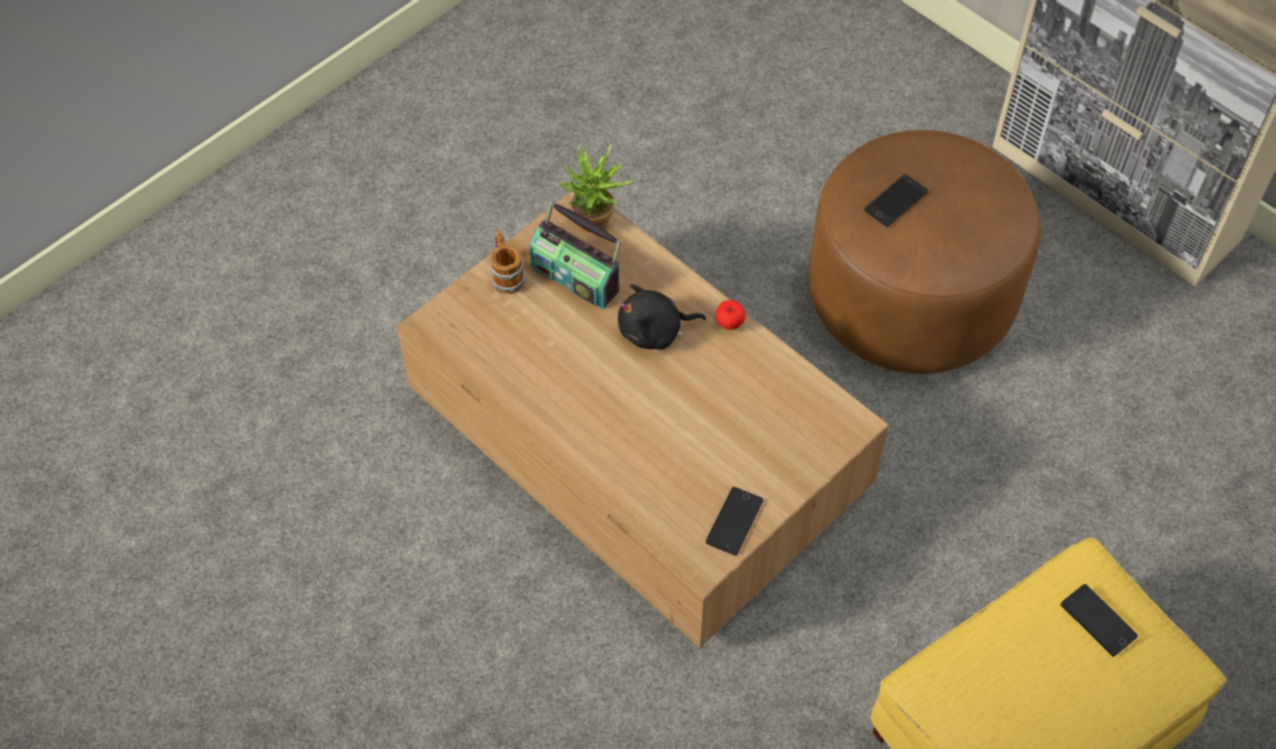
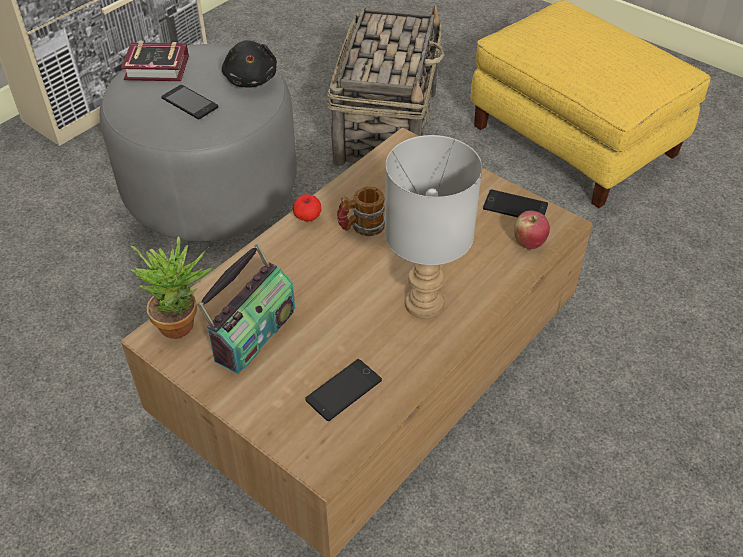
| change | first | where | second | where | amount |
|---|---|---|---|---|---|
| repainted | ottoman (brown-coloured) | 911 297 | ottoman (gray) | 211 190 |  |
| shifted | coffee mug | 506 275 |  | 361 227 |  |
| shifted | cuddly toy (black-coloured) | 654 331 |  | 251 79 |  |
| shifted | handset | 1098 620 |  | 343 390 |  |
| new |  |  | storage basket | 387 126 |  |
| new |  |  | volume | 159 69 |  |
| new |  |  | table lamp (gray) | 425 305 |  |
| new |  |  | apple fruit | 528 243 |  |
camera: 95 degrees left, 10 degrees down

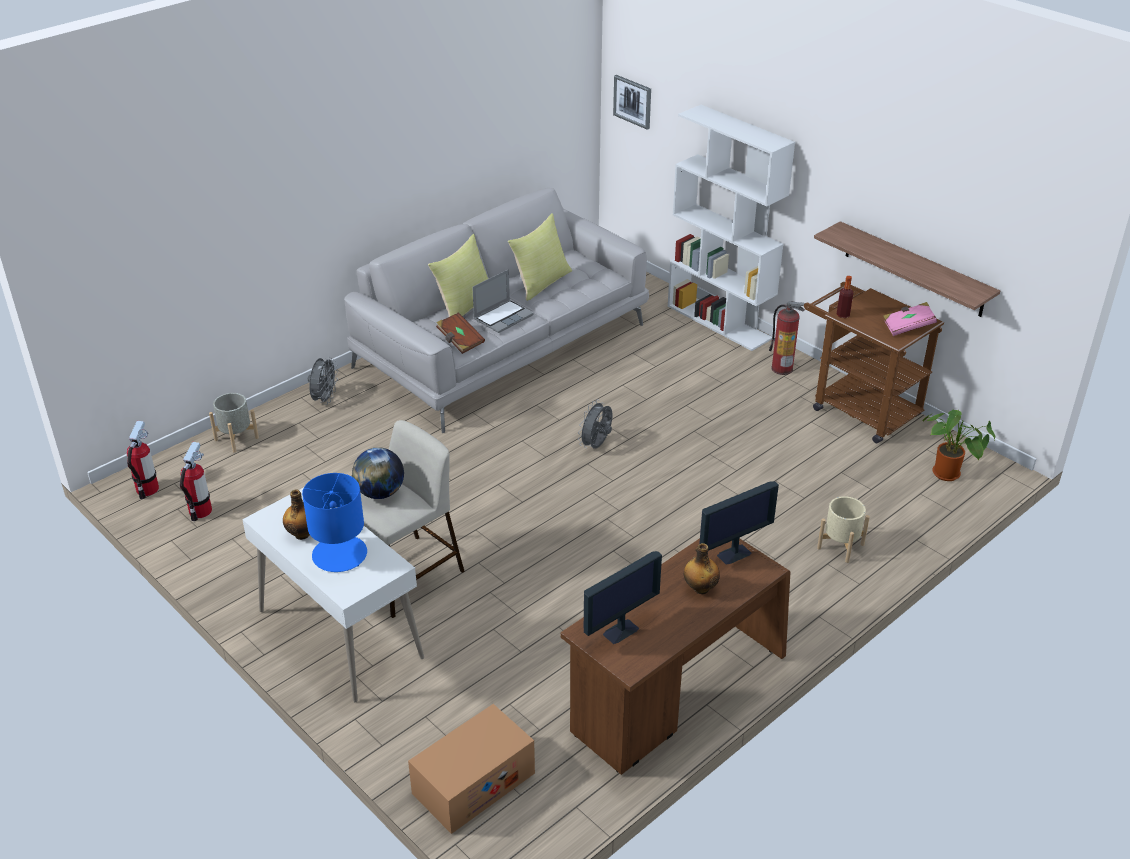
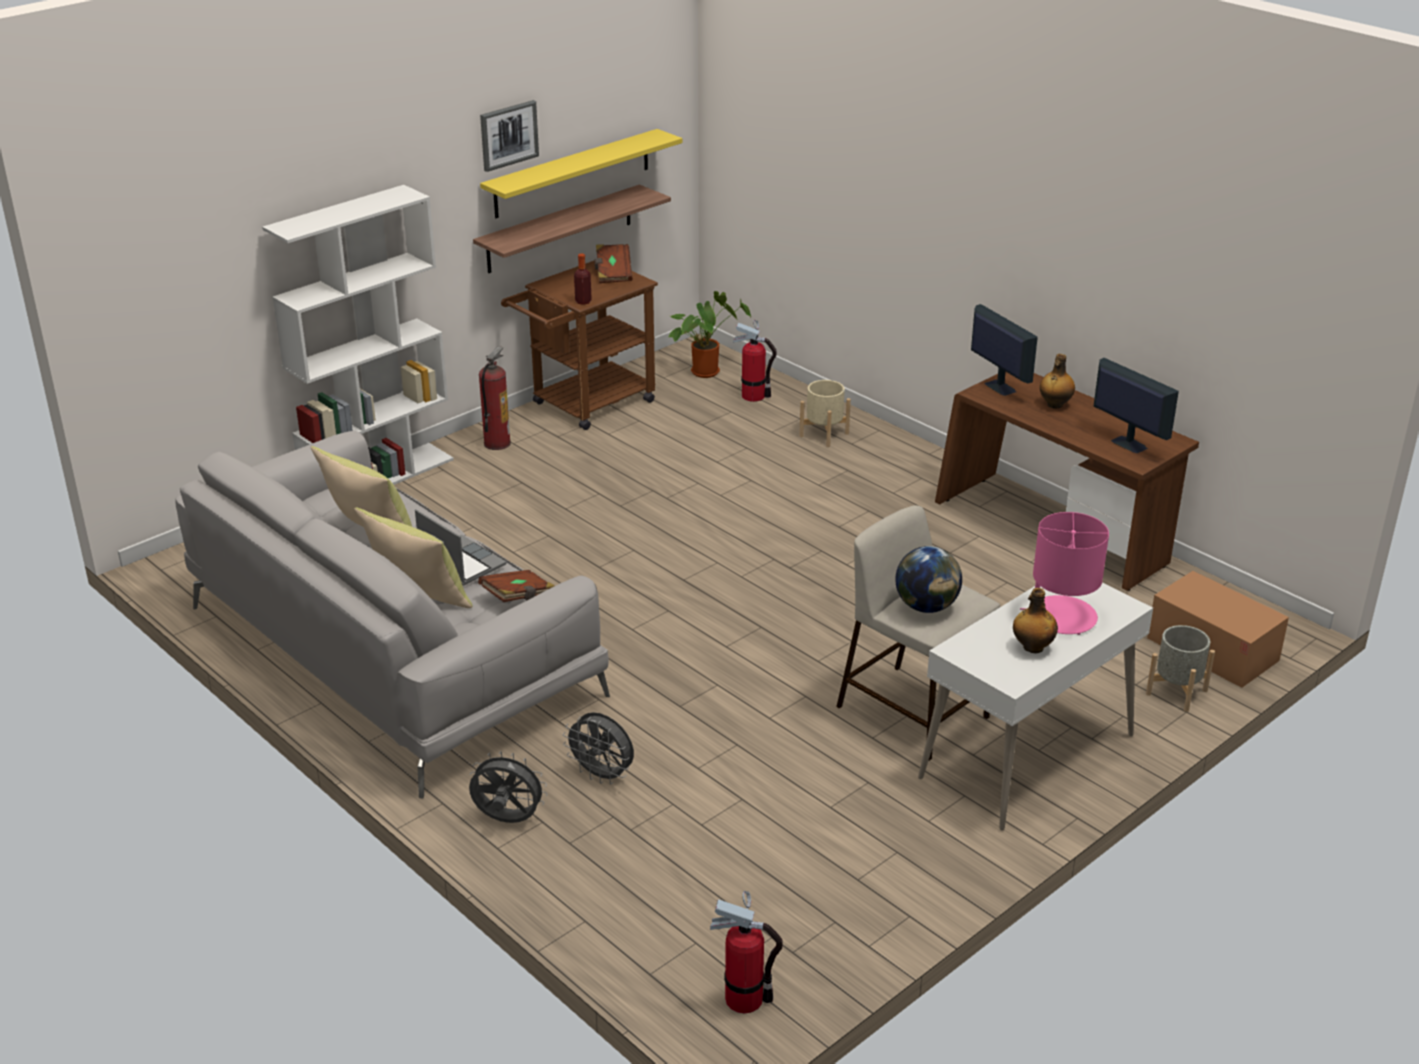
| change | first | where | second | where | amount |
|---|---|---|---|---|---|
| shifted | picture | 633 101 |  | 508 135 |  |
| repainted | volume (pink) | 908 327 | volume (brown-coloured) | 613 273 |  |
| shifted | plant pot (gray) | 236 438 |  | 1176 692 |  |
| shifted | fan (gray) | 596 446 |  | 602 775 |  |
| shifted | fire extinguisher | 200 511 |  | 753 396 |  |
| repainted | table lamp (bluish) | 340 554 | table lamp (pink) | 1061 616 |  |
| new |  |  | bracket shelf (yellow) | 572 173 |  |
camera: 90 degrees left, 5 degrees down

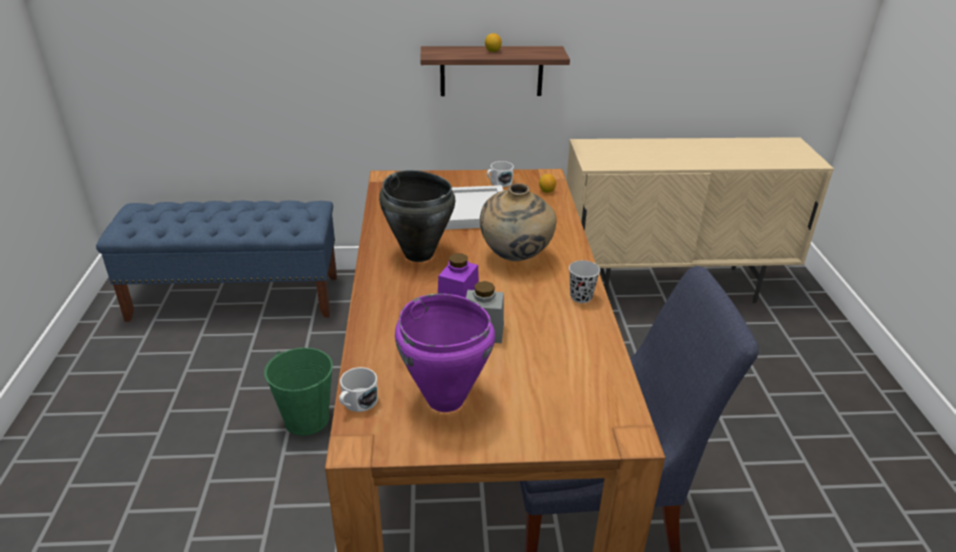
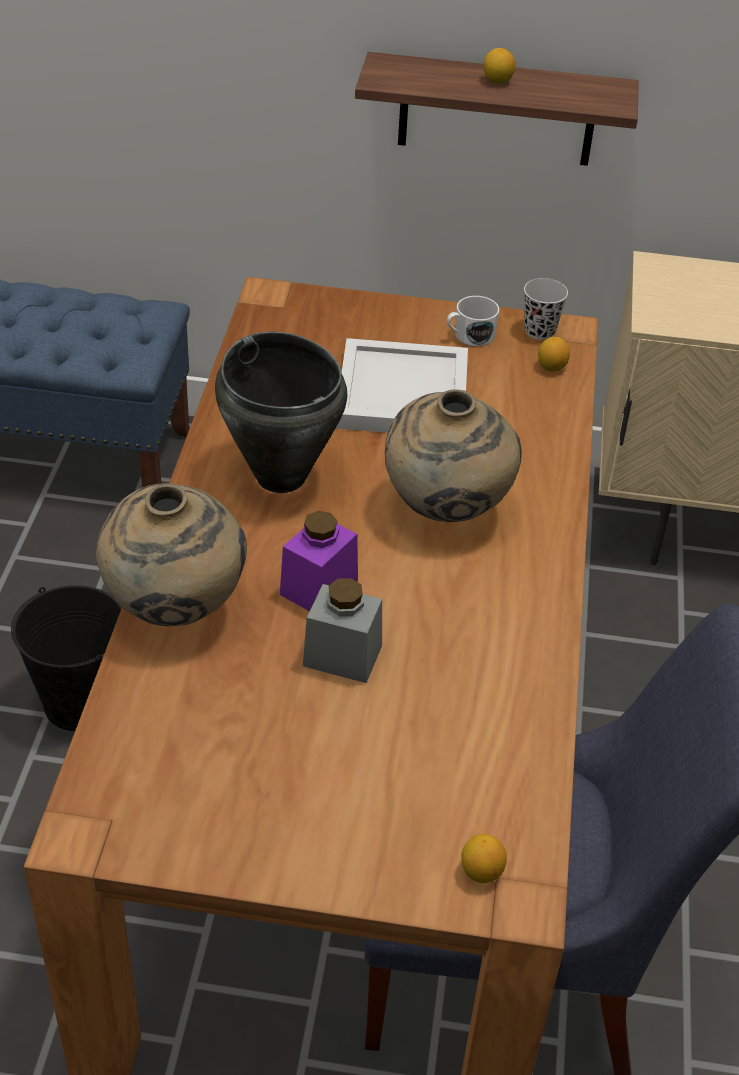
| change | first | where | second | where | amount |
|---|---|---|---|---|---|
| shifted | drinking cup (black-coloured) | 581 297 |  | 540 331 |  |
| gone | stockpot (purple) | 445 400 |  |  |  |
| repainted | pail (green) | 307 419 | pail (black-coloured) | 81 702 |  |
| gone | coffee mug (white) | 357 403 |  |  |  |
| new |  |  | flower vase (sand-coloured) | 176 609 |  |
| new |  |  | lemon | 481 871 |  |
camera: 10 degrees right, 10 degrees up

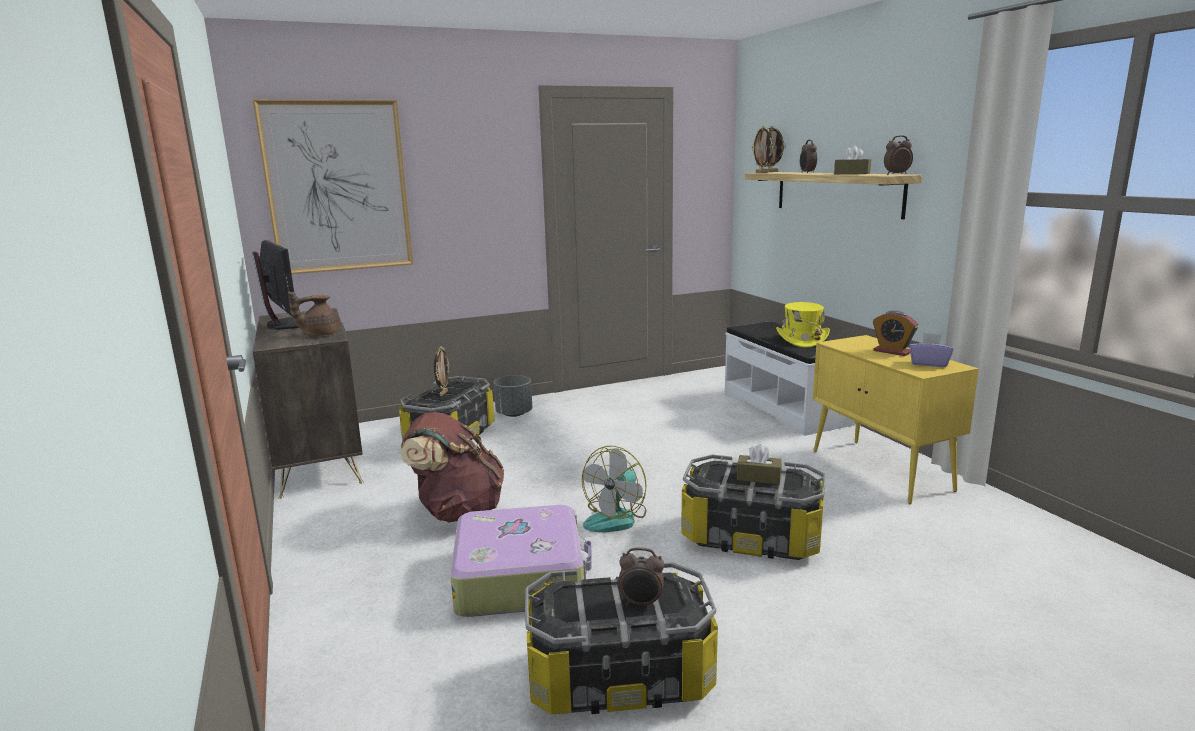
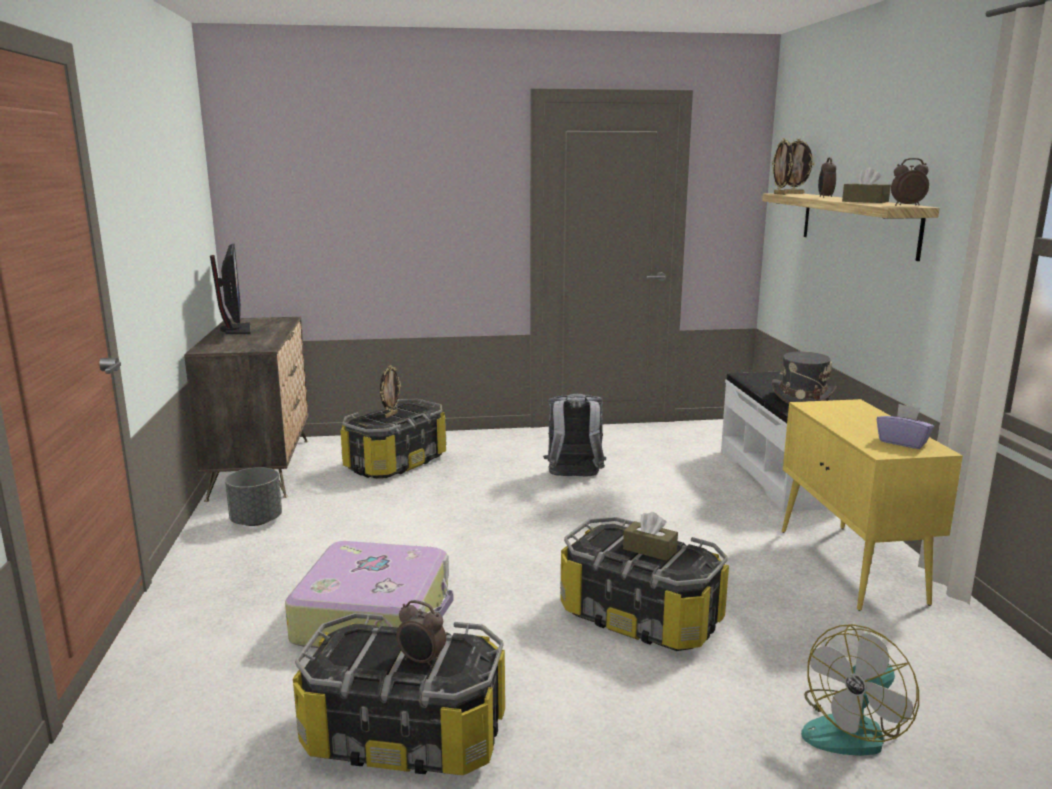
| change | first | where | second | where | amount |
|---|---|---|---|---|---|
| gone | picture | 338 187 |  |  |  |
| gone | pot for tea (brown-coloured) | 319 334 |  |  |  |
| repainted | wearable hat (yellow) | 801 340 | wearable hat (gray) | 802 397 |  |
| gone | bedside clock | 892 351 |  |  |  |
| shifted | plant pot (gray) | 514 413 |  | 256 521 |  |
| gone | rucksack (brown-coloured) | 457 512 |  |  |  |
| shifted | fan | 616 518 |  | 853 729 |  |
| new |  |  | rucksack (gray) | 574 477 |  |
camera: 15 degrees right, 0 degrees up

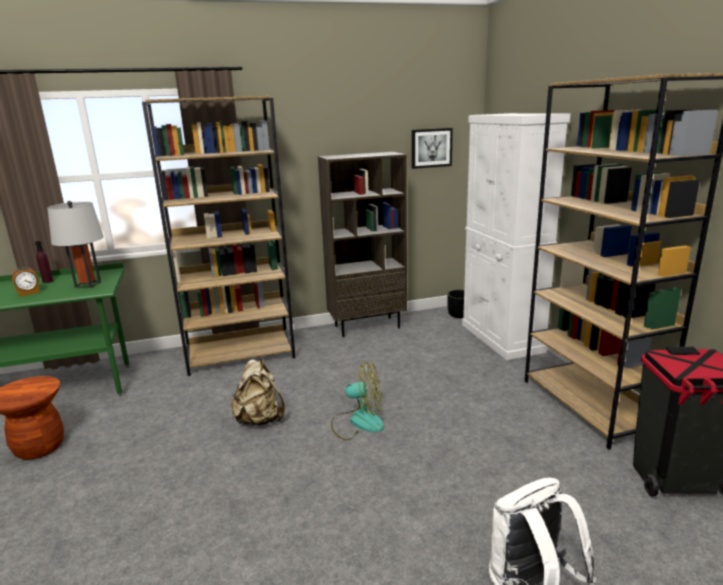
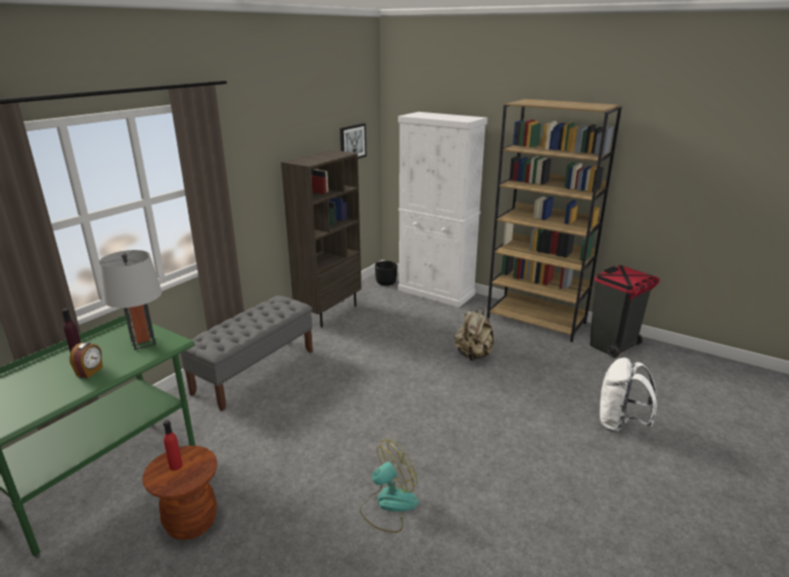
| change | first | where | second | where | amount |
|---|---|---|---|---|---|
| swapped | bookshelf (brown-coloured) | 241 355 | indoor bench (gray) | 255 371 |  |
| shifted | rucksack (sand-coloured) | 260 420 |  | 473 355 |  |
| shifted | fan | 358 422 |  | 388 505 |  |
| new |  |  | bottle (red-coloured) | 176 466 |  |
camera: 40 degrees left, 5 degrees up

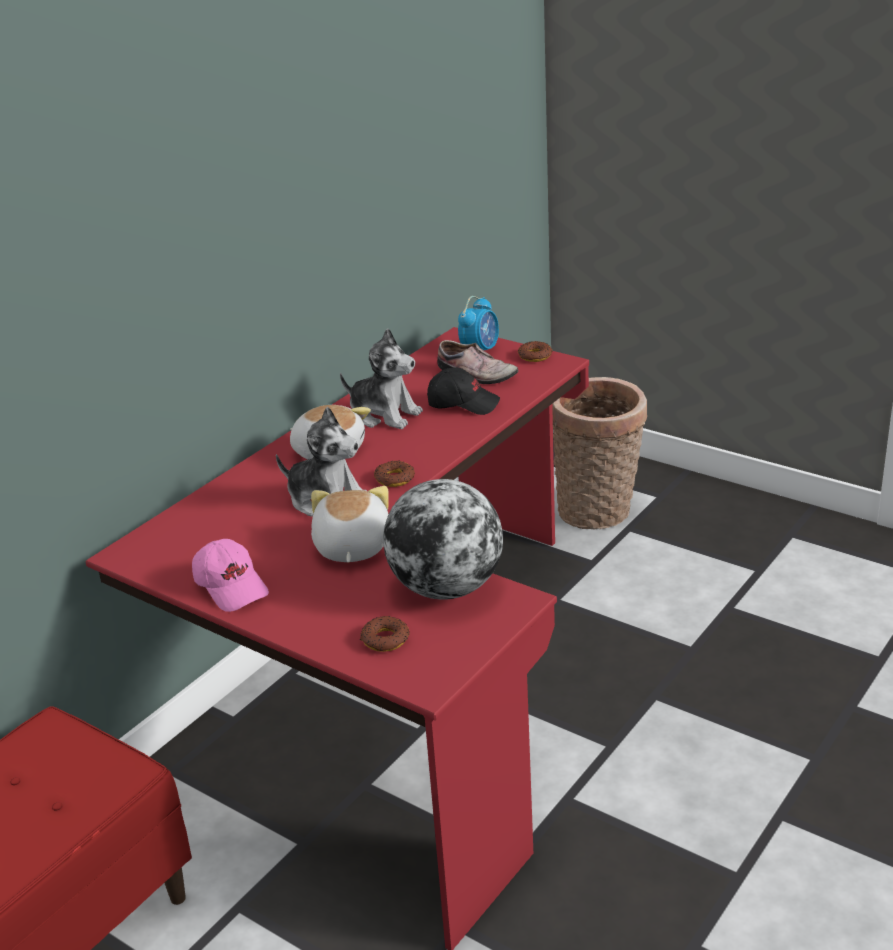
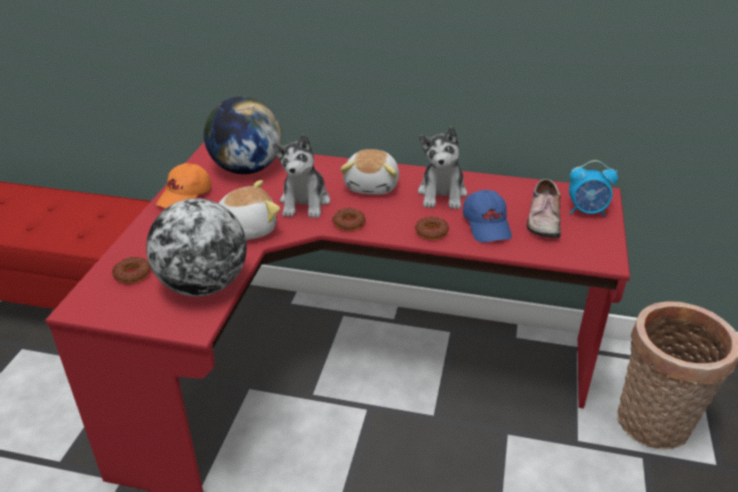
| change | first | where | second | where | amount |
|---|---|---|---|---|---|
| shifted | donut | 534 356 |  | 431 232 |  |
| repainted | cap (black-coloured) | 463 403 | cap (bluish) | 487 225 |  |
| repainted | cap (pink) | 232 586 | cap (orange) | 185 197 |  |
| new |  |  | world globe | 246 169 |  |
camera: 65 degrees right, 5 degrees up

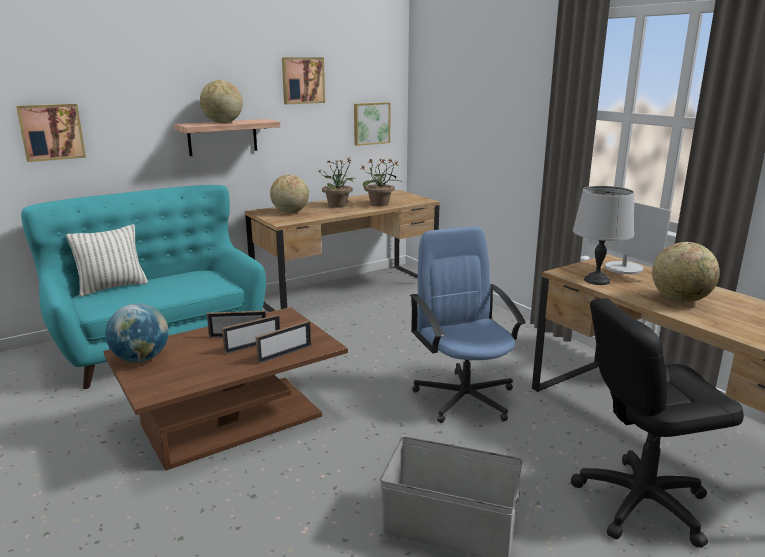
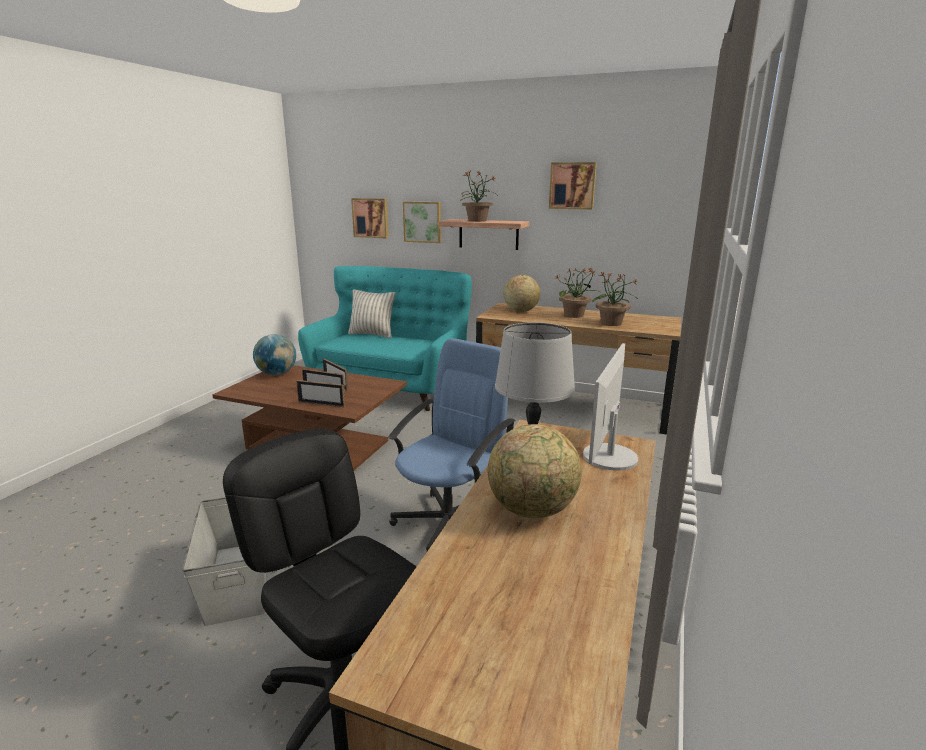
| change | first | where | second | where | amount |
|---|---|---|---|---|---|
| swapped | world globe | 223 123 | potted plant | 477 221 |  |
| shifted | picture | 371 123 |  | 423 222 |  |
camera: 55 degrees right, 0 degrees up

